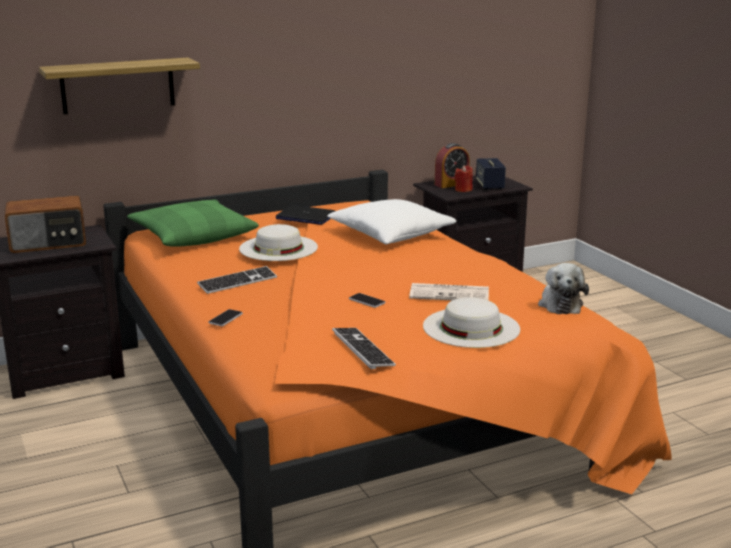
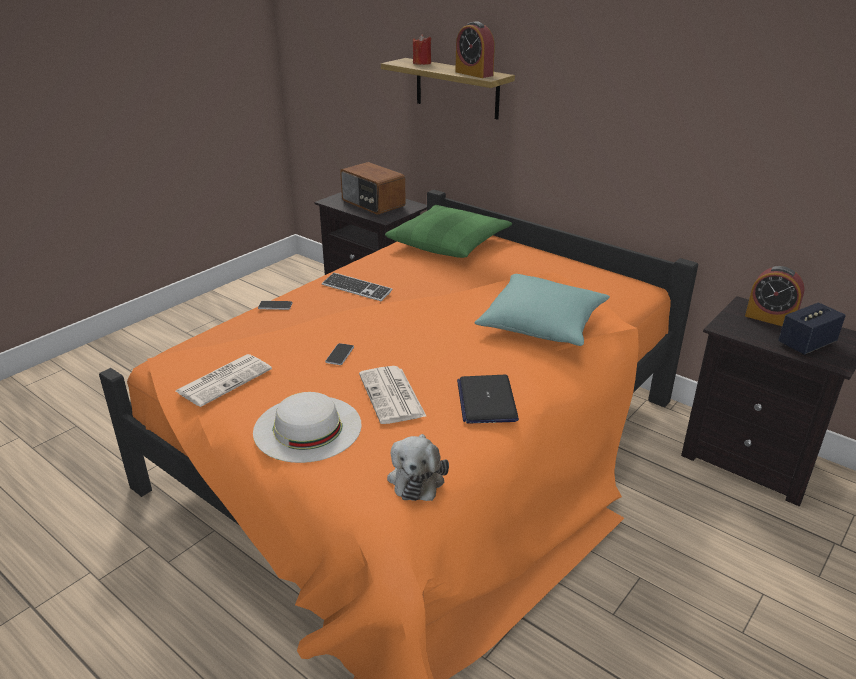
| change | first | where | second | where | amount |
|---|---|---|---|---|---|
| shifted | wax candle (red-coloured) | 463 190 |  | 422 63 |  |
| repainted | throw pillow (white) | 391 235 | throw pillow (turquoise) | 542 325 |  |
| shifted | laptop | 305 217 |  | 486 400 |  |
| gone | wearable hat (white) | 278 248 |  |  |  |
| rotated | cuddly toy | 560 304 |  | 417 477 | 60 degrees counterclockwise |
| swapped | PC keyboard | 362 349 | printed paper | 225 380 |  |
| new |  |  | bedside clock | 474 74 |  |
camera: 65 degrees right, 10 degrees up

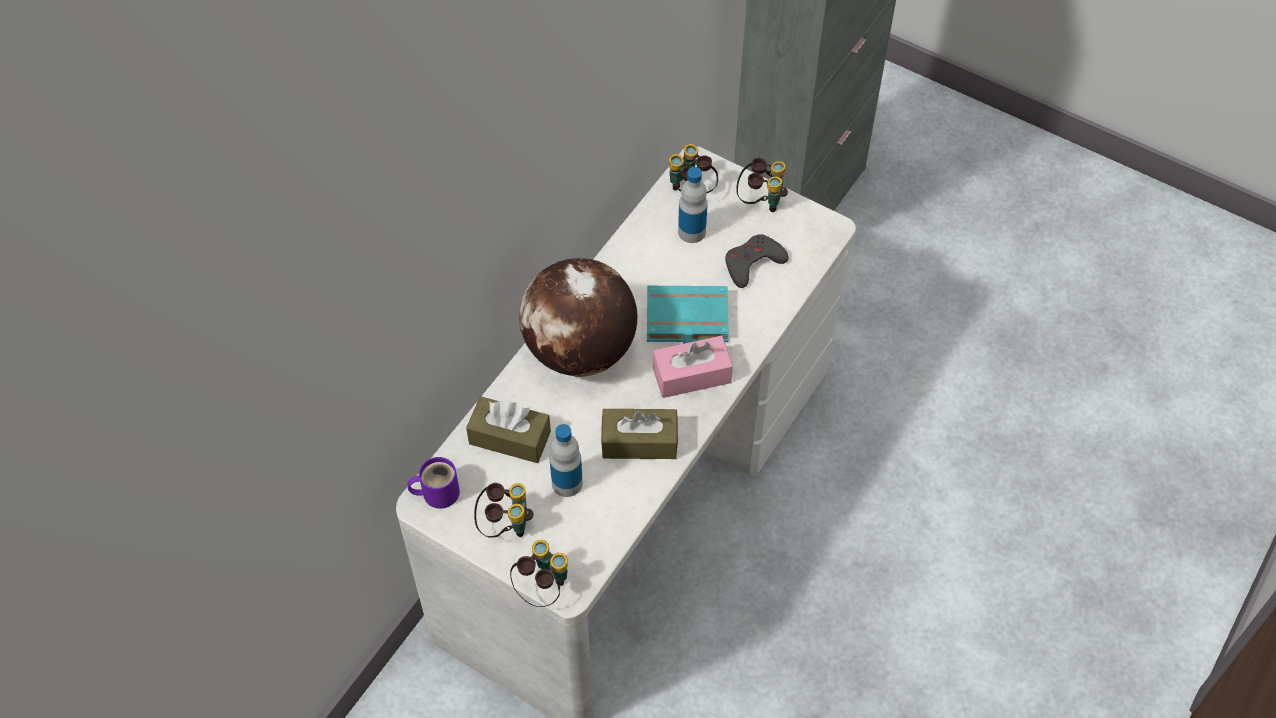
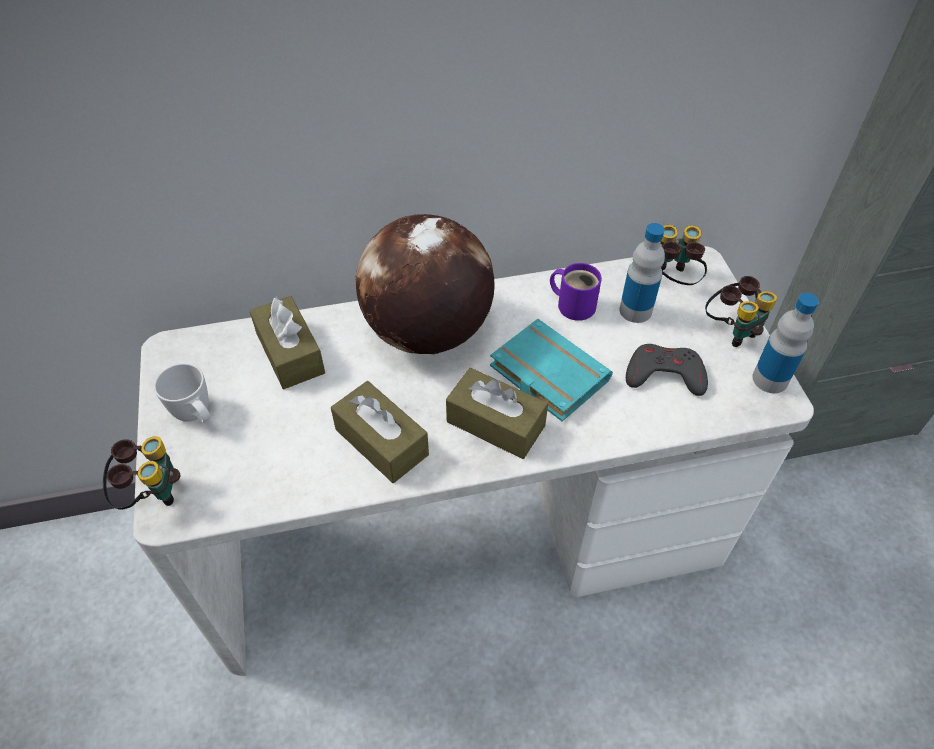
| change | first | where | second | where | amount |
|---|---|---|---|---|---|
| repainted | tissue holder (pink) | 691 375 | tissue holder (brown-coloured) | 495 424 |  |
| shifted | bottle | 567 483 |  | 770 379 |  |
| shifted | coffee mug (purple) | 437 492 |  | 574 304 |  |
| swapped | field glasses | 505 524 | coffee mug (white) | 197 416 |  |
camera: 45 degrees right, 5 degrees down

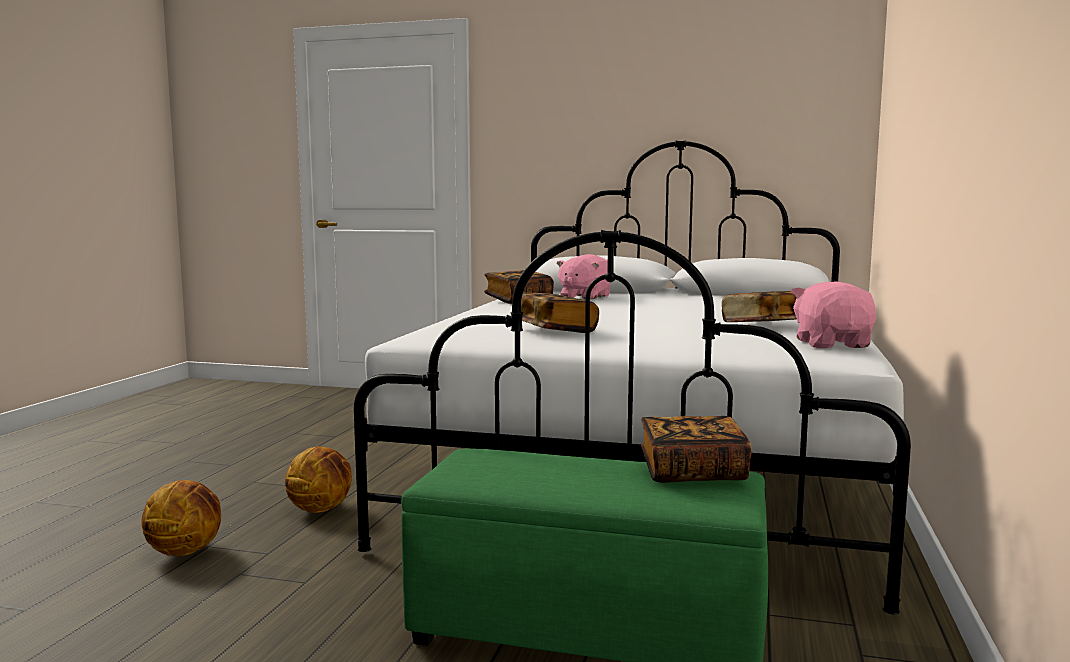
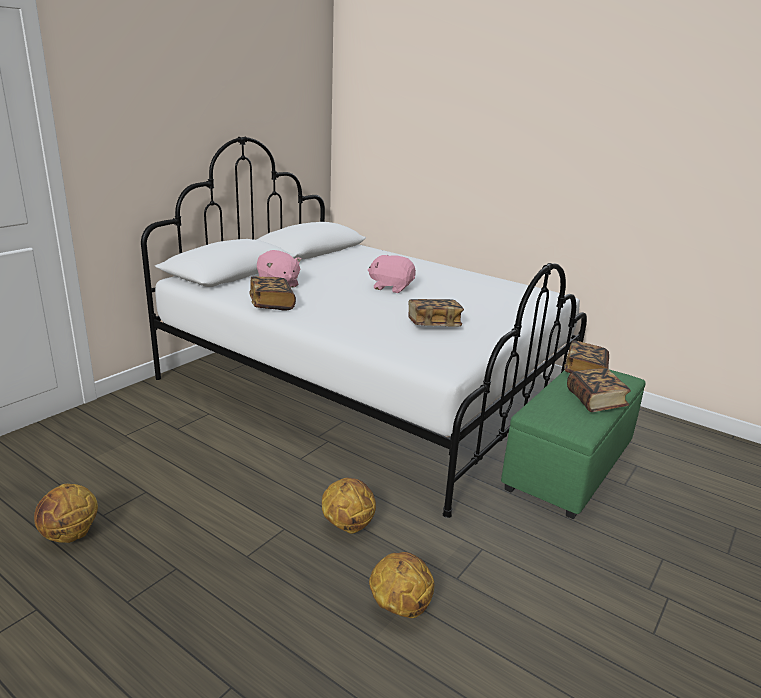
| change | first | where | second | where | amount |
|---|---|---|---|---|---|
| shifted | cuddly toy (pink) | 832 344 |  | 391 287 |  |
| shifted | volume | 765 325 |  | 595 401 |  |
| new |  |  | basketball | 70 535 |  |
camera: 70 degrees left, 15 degrees up

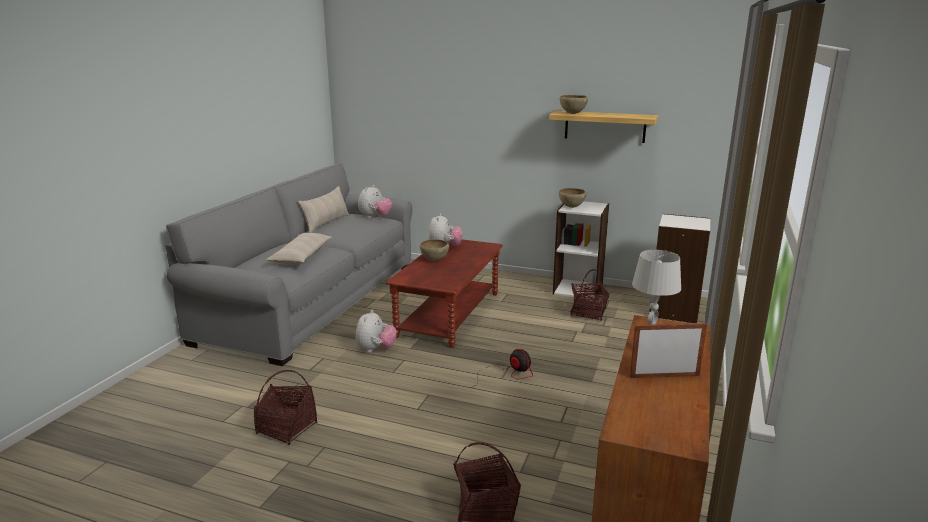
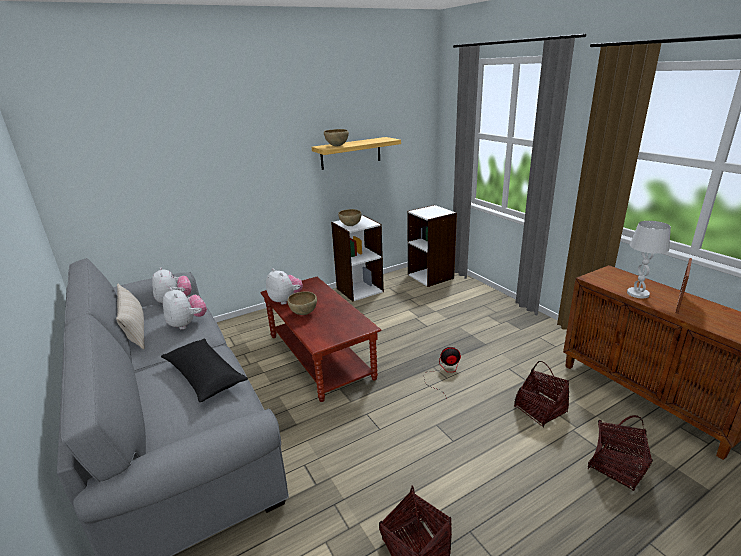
| change | first | where | second | where | amount |
|---|---|---|---|---|---|
| repainted | throw pillow (sand-coloured) | 301 256 | throw pillow (black-coloured) | 204 376 |  |
| shifted | storage basket | 588 313 |  | 540 409 |  |
| shifted | cuddly toy | 375 349 |  | 187 324 |  |
camera: 50 degrees left, 5 degrees up

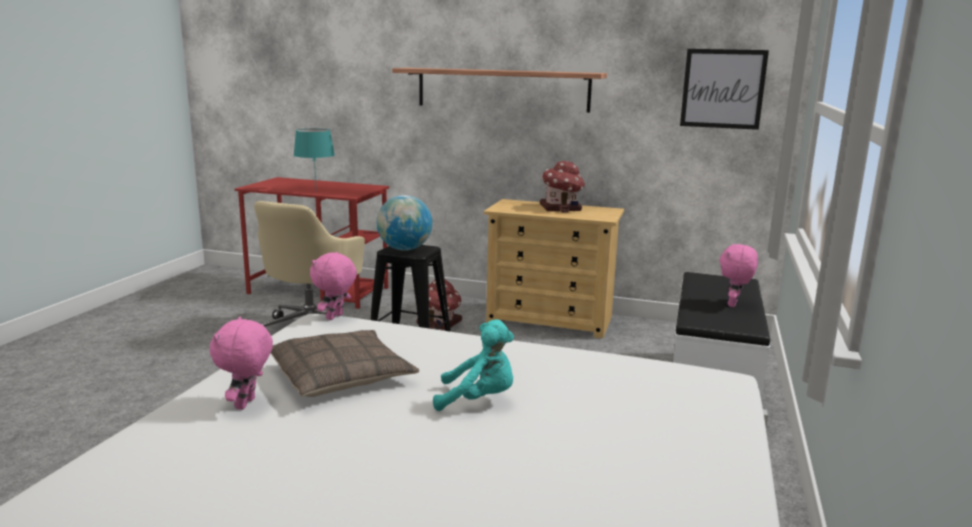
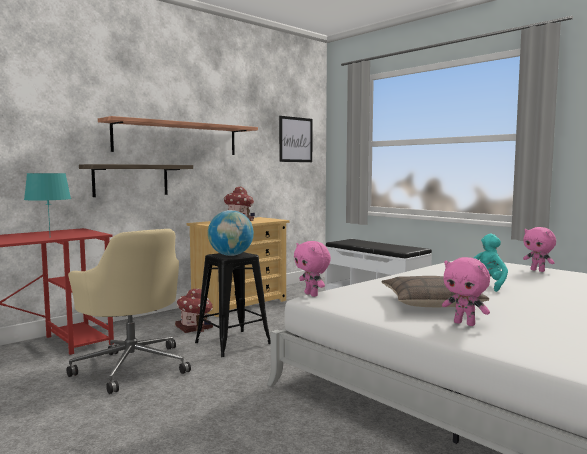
| change | first | where | second | where | amount |
|---|---|---|---|---|---|
| shifted | cuddly toy (pink) | 733 304 |  | 538 270 |  |
| new |  |  | bracket shelf | 131 180 |  |
camera: 60 degrees left, 10 degrees down

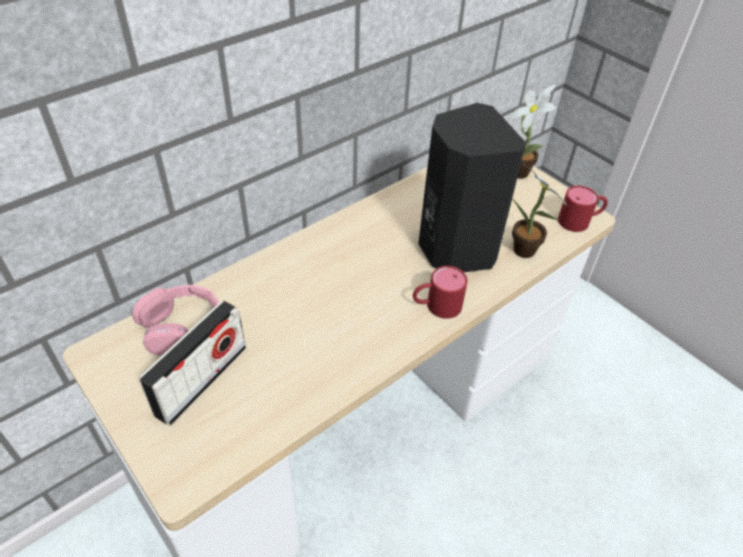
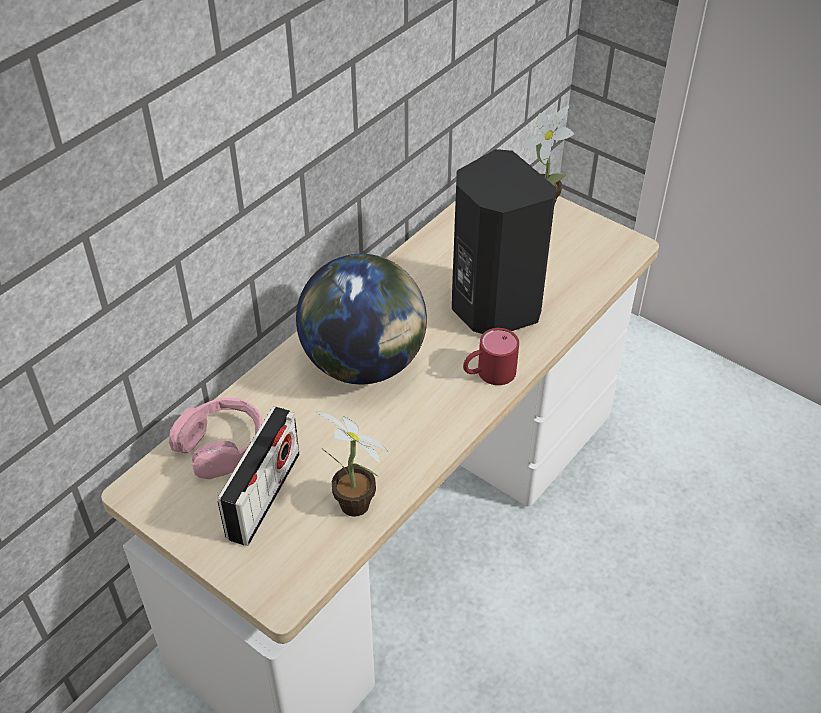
| change | first | where | second | where | amount |
|---|---|---|---|---|---|
| shifted | potted plant | 525 253 |  | 357 509 |  |
| gone | coffee mug (red-coloured) | 580 220 |  |  |  |
| new |  |  | world globe | 364 363 |  |
camera: 10 degrees left, 0 degrees up

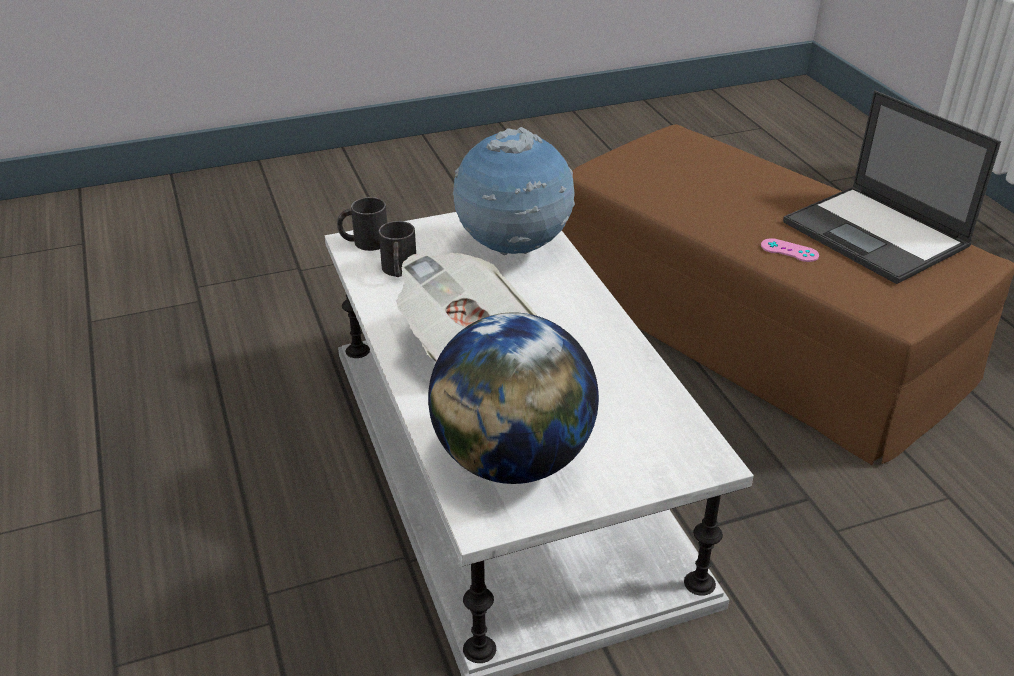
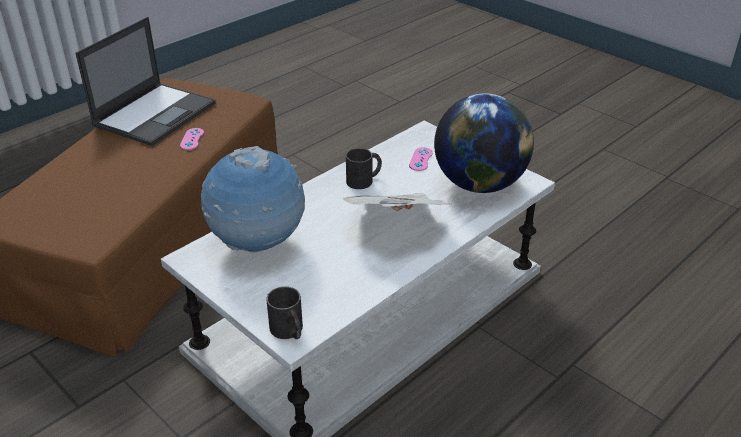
| change | first | where | second | where | amount |
|---|---|---|---|---|---|
| shifted | coffee mug (black-coloured) | 399 271 |  | 364 180 |  |
| new |  |  | gamepad (pink) | 421 159 |  |
camera: 115 degrees left, 0 degrees up

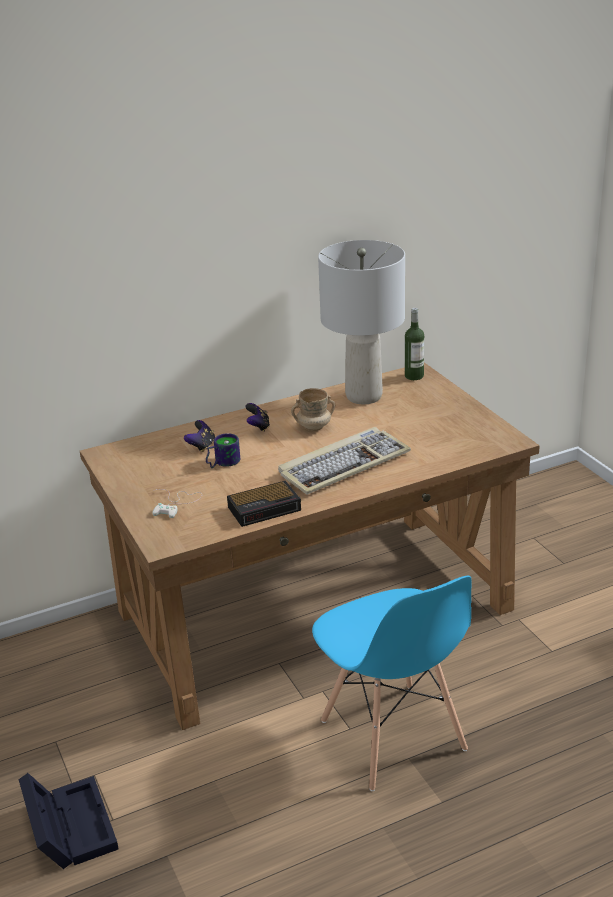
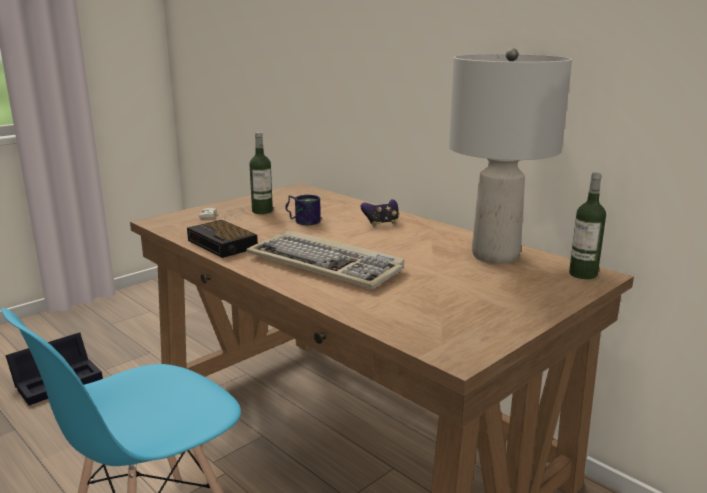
| change | first | where | second | where | amount |
|---|---|---|---|---|---|
| gone | coffee mug (sand-coloured) | 314 427 |  |  |  |
| gone | gamepad | 201 446 |  |  |  |
| new |  |  | bottle | 262 211 |  |
camera: 70 degrees right, 10 degrees down

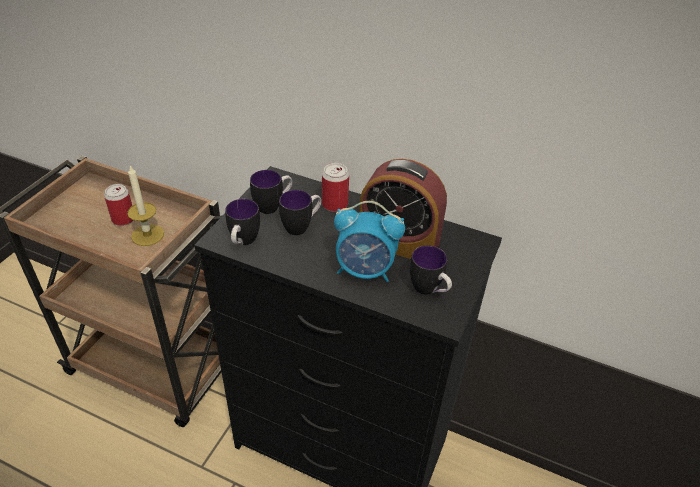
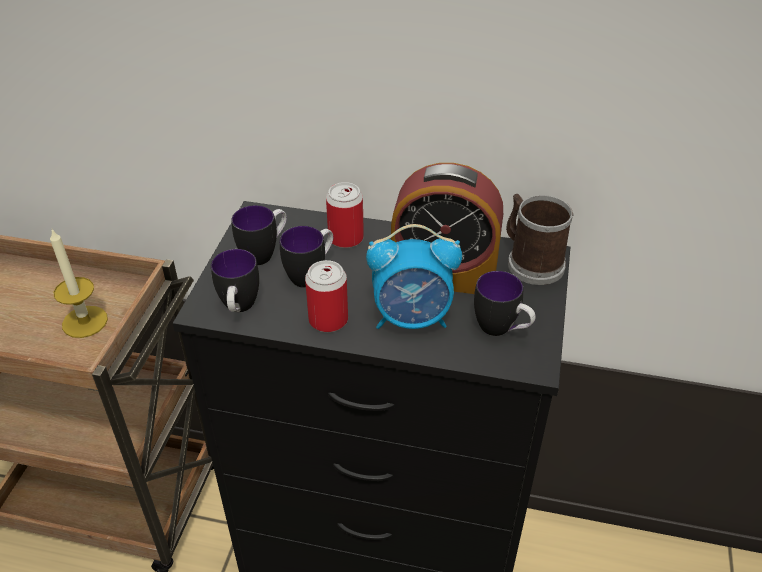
| change | first | where | second | where | amount |
|---|---|---|---|---|---|
| shifted | sealed can | 123 219 |  | 328 320 |  |
| new |  |  | coffee mug | 530 262 |  |
camera: 10 degrees left, 0 degrees up

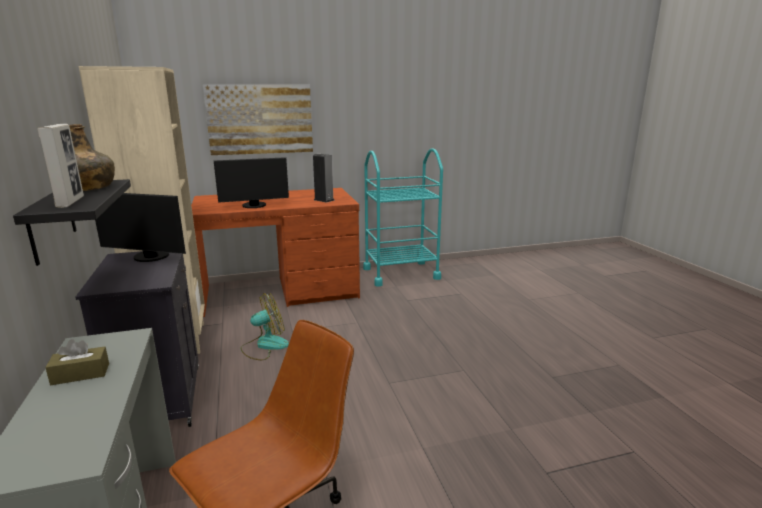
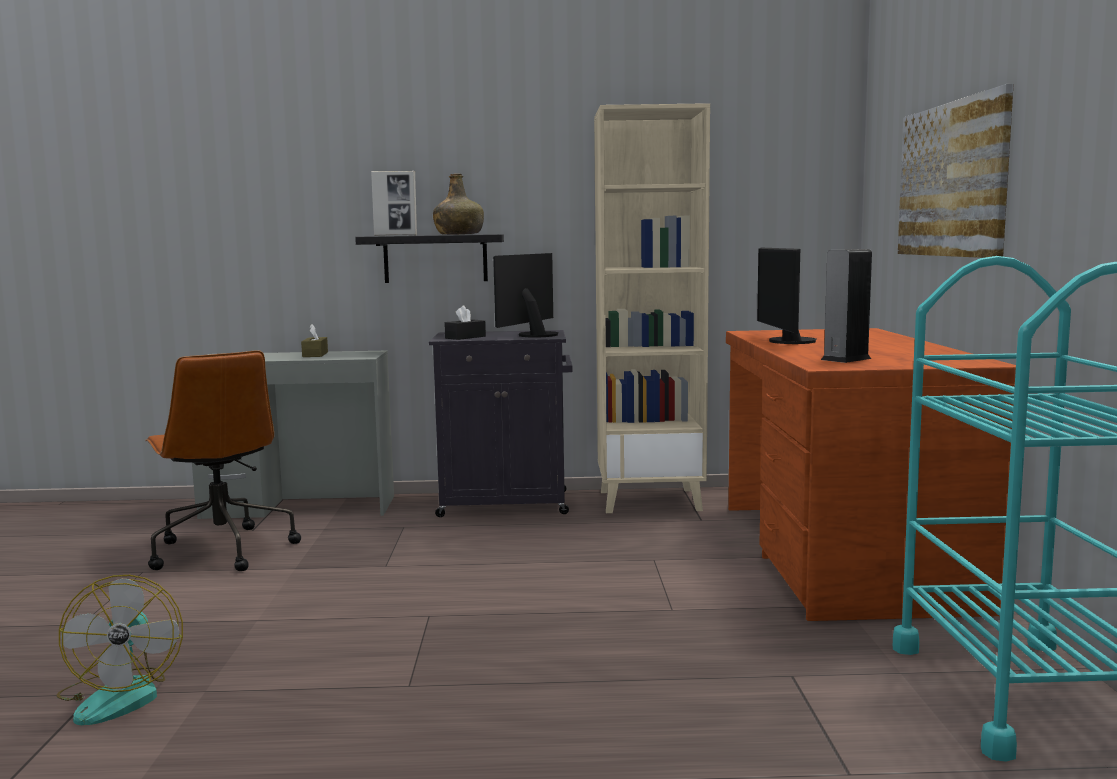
| change | first | where | second | where | amount |
|---|---|---|---|---|---|
| shifted | fan | 264 345 |  | 121 695 |  |
| new |  |  | tissue holder (black-coloured) | 465 337 |  |
camera: 105 degrees right, 10 degrees down

